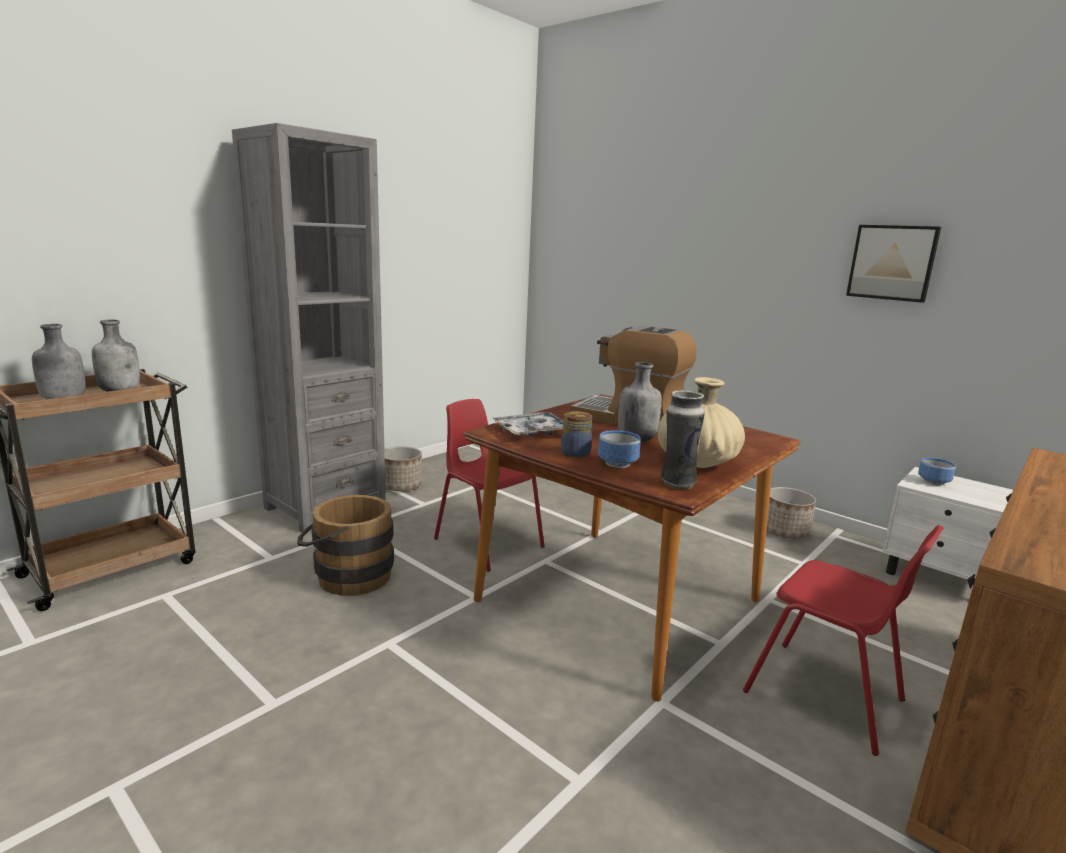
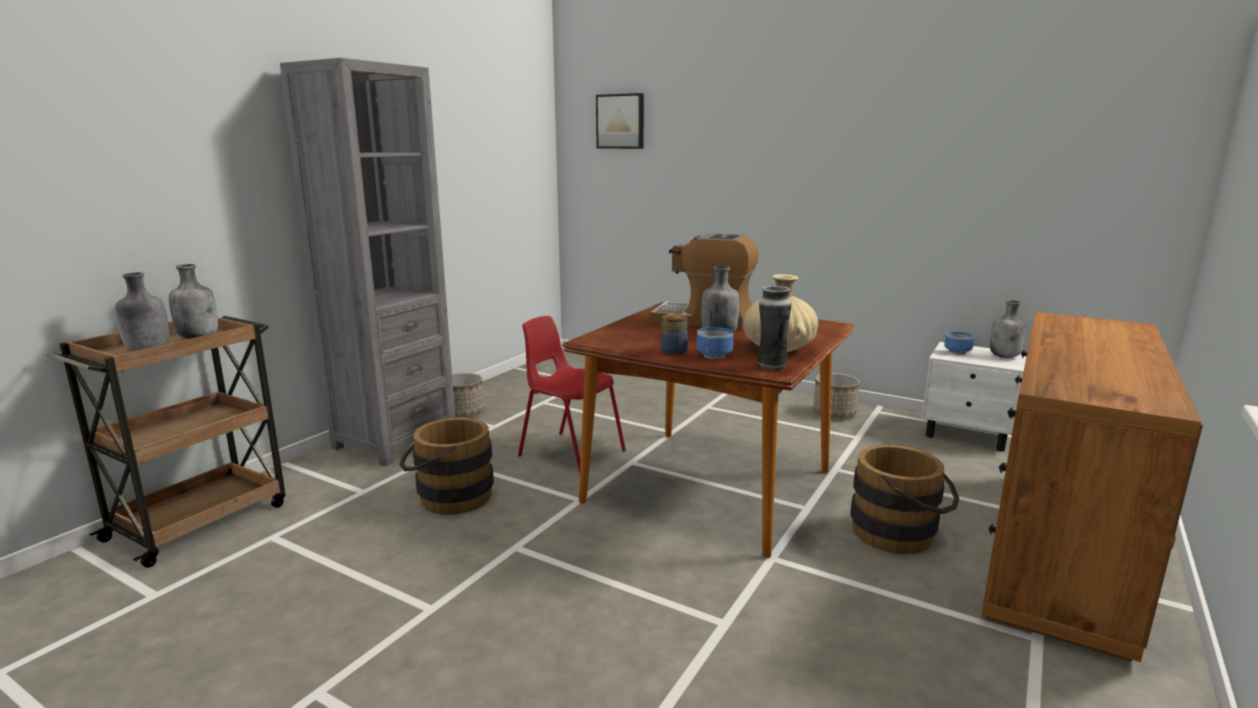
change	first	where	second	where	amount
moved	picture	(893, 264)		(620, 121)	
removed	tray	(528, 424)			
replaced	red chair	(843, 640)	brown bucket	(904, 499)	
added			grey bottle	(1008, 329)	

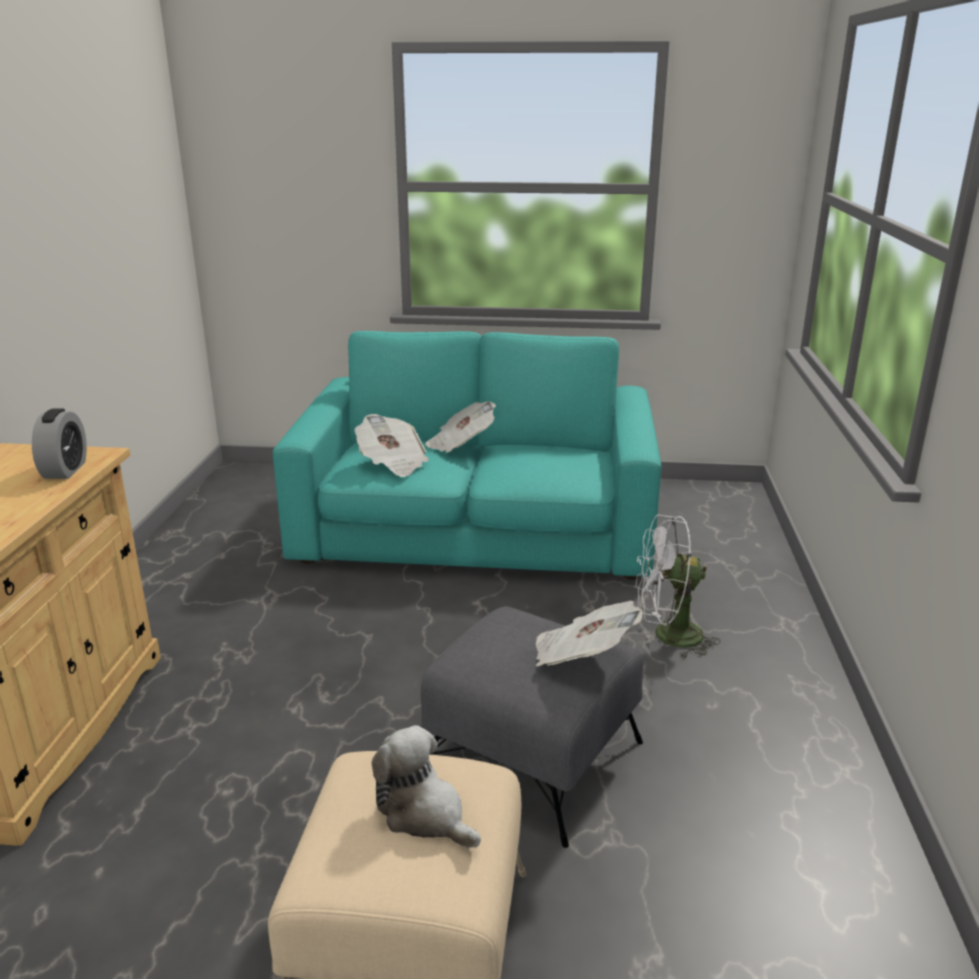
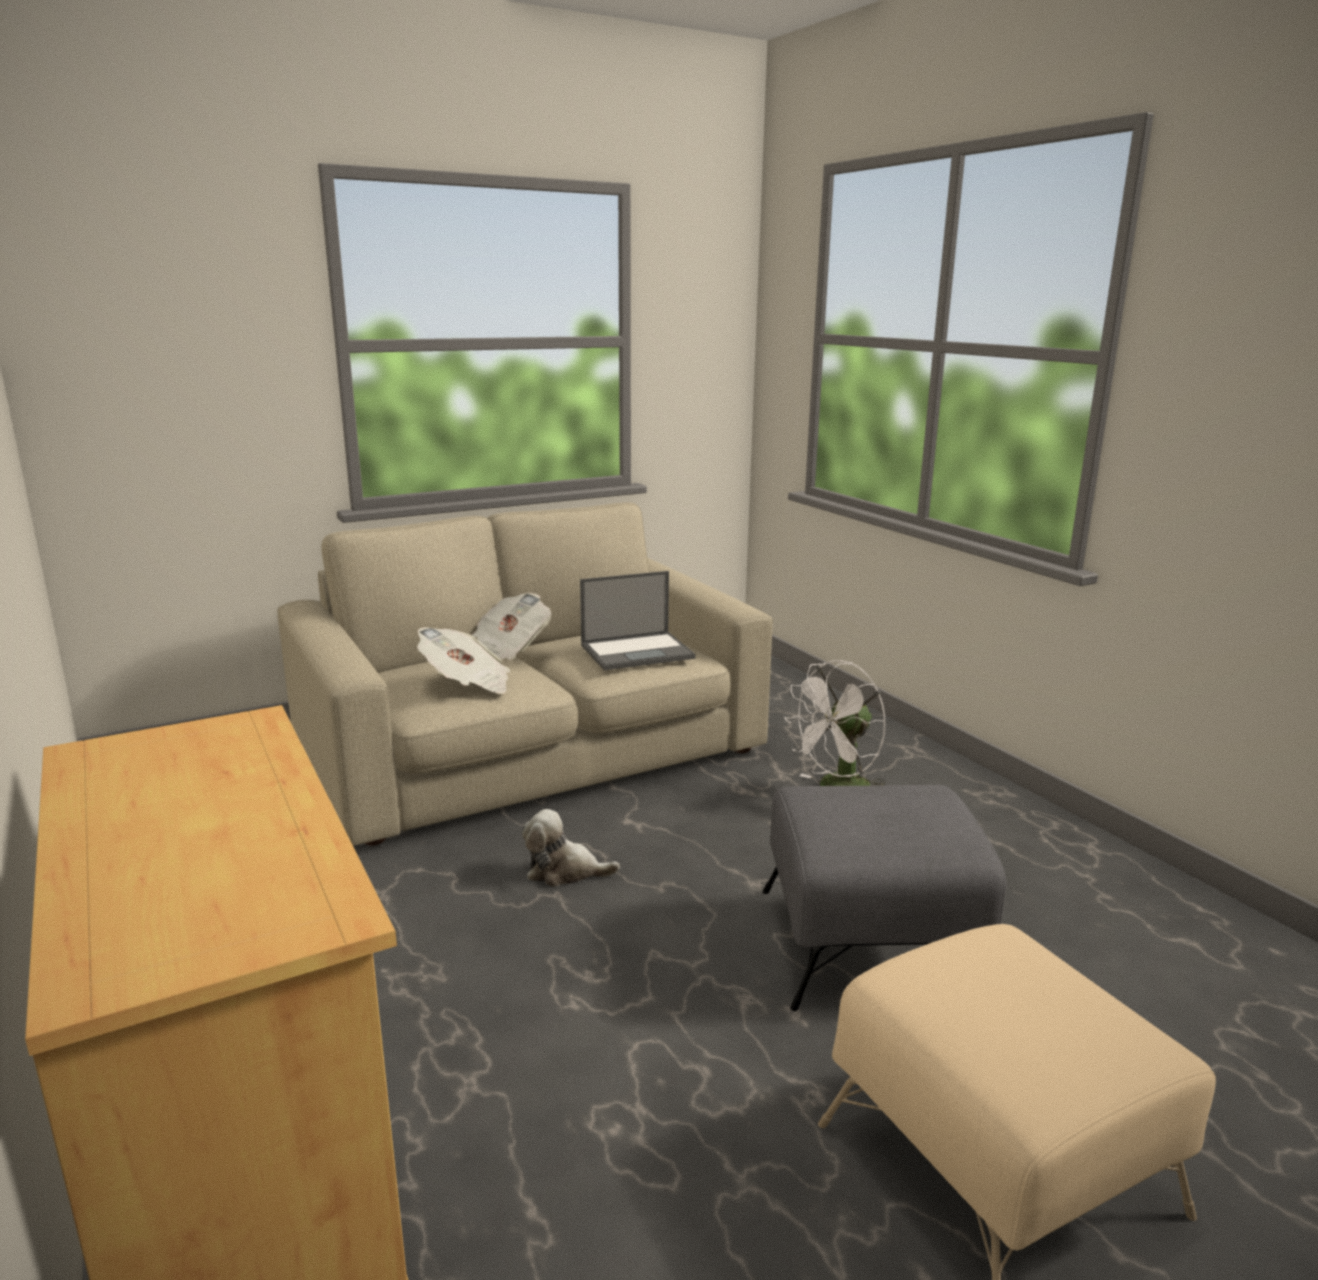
change	first	where	second	where	amount
recoloured	turquoise sofa	(467, 455)	beige sofa	(525, 674)	
removed	alarm clock	(59, 443)			
removed	newspaper	(589, 634)			
moved	plush toy	(426, 786)		(571, 848)	
added			laptop	(638, 620)	

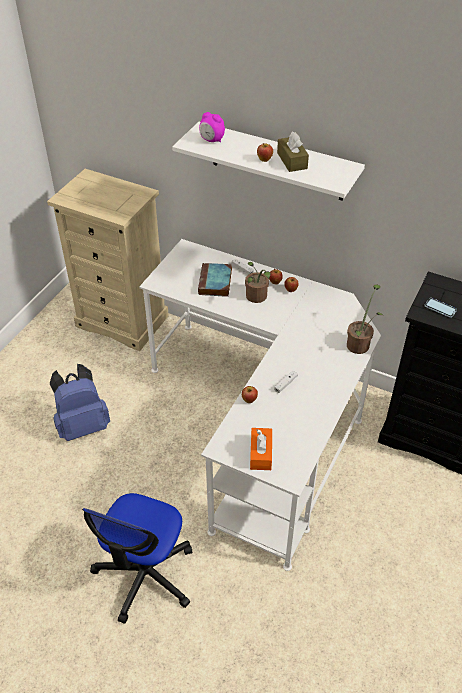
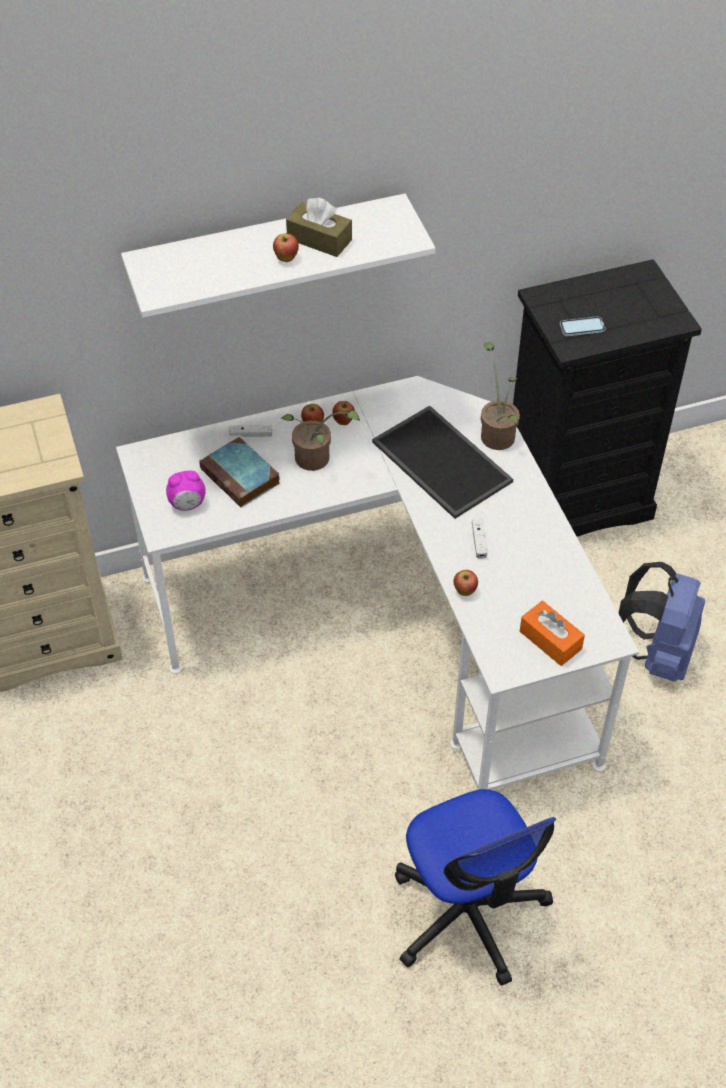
change	first	where	second	where	amount
moved	alarm clock	(212, 127)		(186, 490)	
moved	blue backpack	(80, 402)		(661, 622)	
added			tray	(442, 462)	

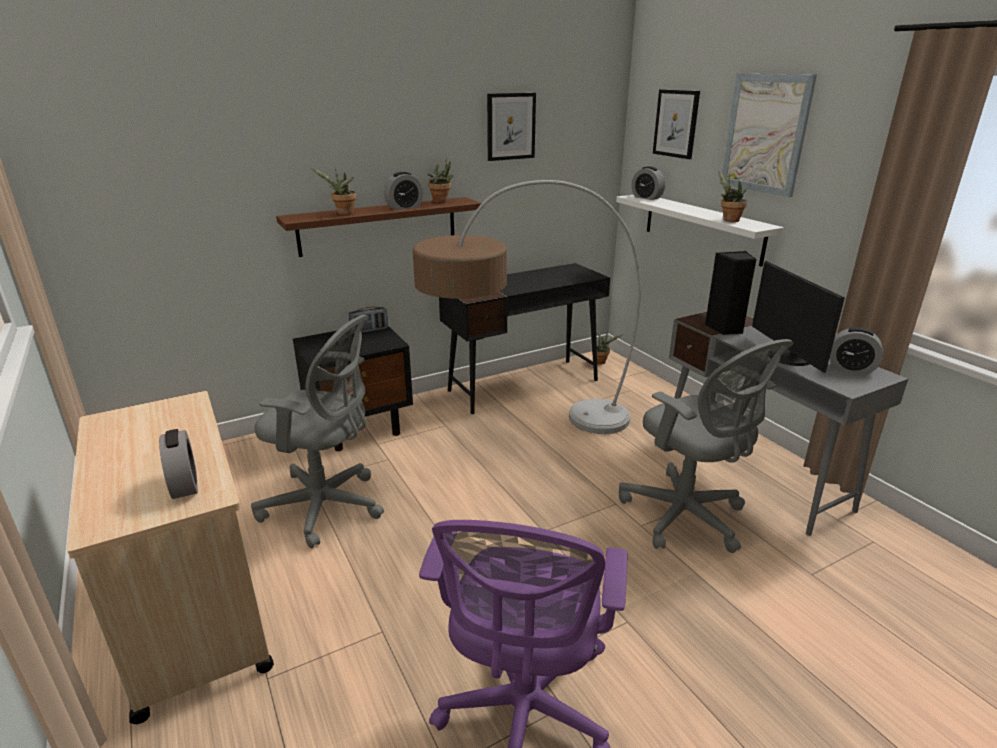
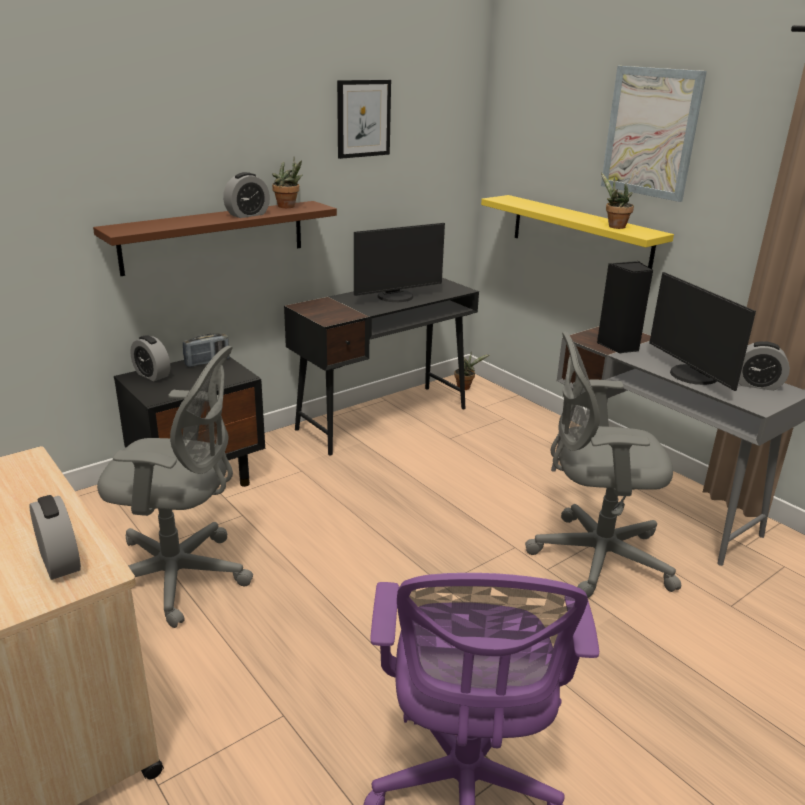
change	first	where	second	where	amount
removed	picture	(676, 124)			
moved	alarm clock	(648, 183)		(150, 358)	
removed	potted plant	(334, 191)			
removed	floor lamp	(527, 307)			
recoloured	white shelf	(700, 231)	yellow shelf	(577, 232)	
turned	grey office chair	(706, 446)		(603, 465)	135 degrees clockwise
added			monitor	(399, 262)	

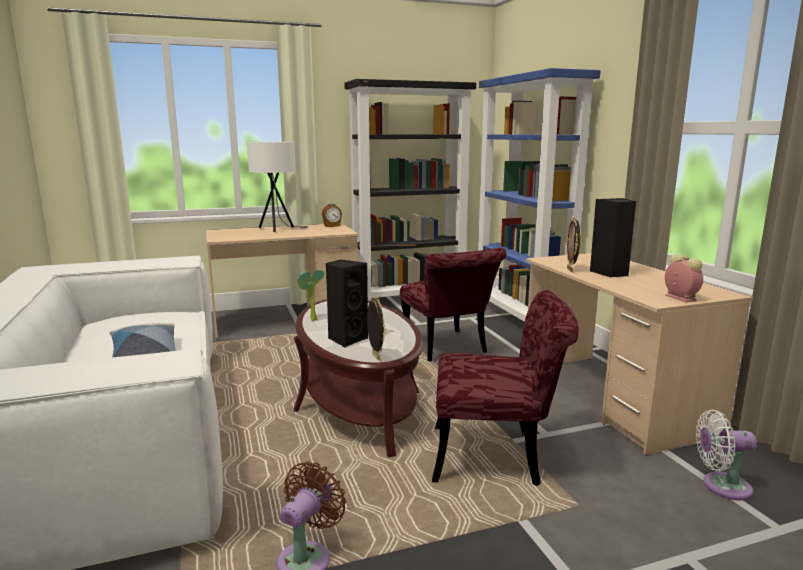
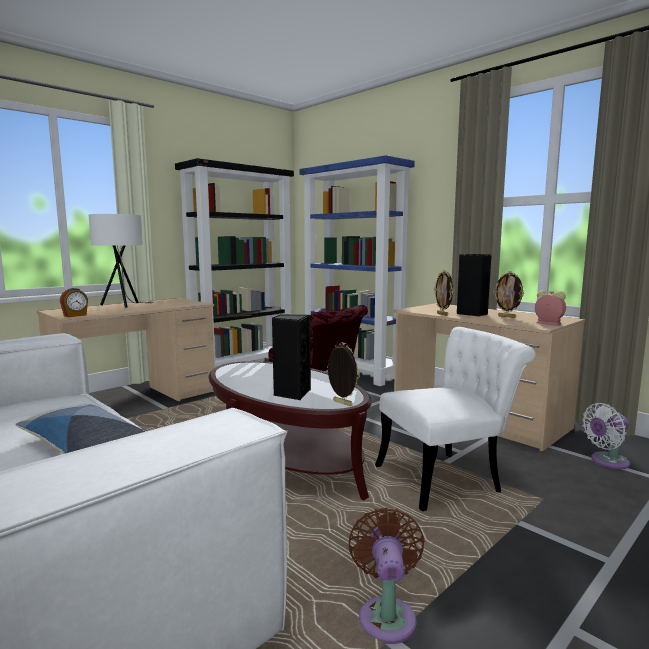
change	first	where	second	where	amount
moved	alarm clock	(332, 215)		(74, 302)	
removed	potted plant	(310, 295)			
recoloured	red chair	(505, 388)	white chair	(455, 419)	
added			picture frame	(508, 294)	

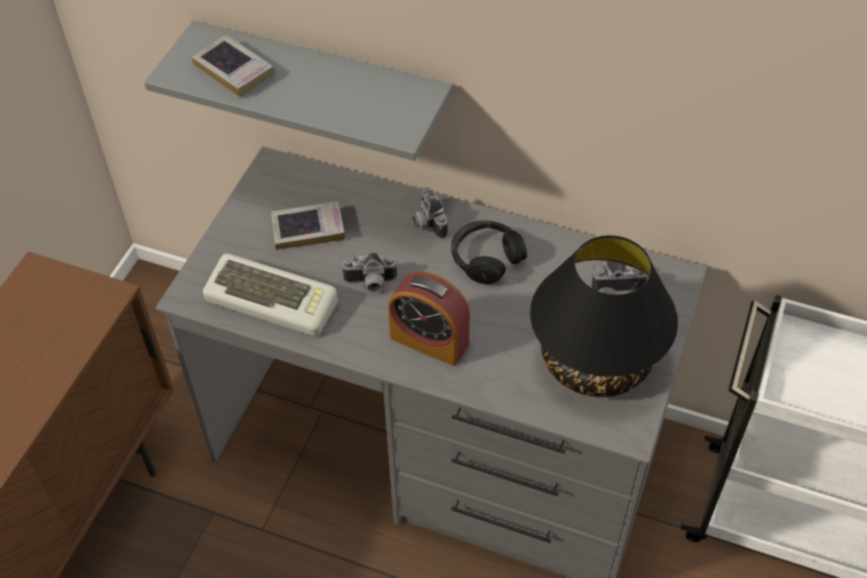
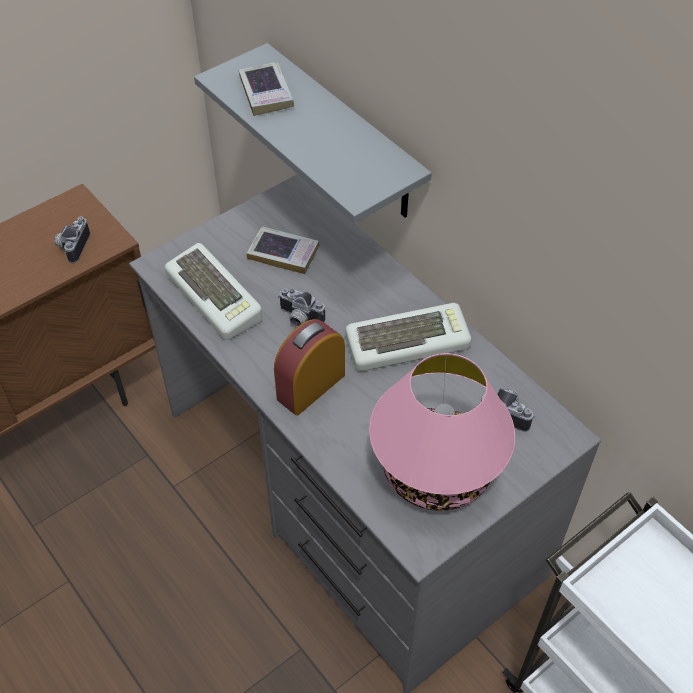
change	first	where	second	where	amount
moved	photo camera	(430, 213)		(72, 239)	
replaced	black headphones	(489, 252)	keyboard	(409, 337)	
recoloured	black table lamp	(604, 316)	pink table lamp	(442, 432)	
turned	alarm clock	(429, 318)		(309, 367)	75 degrees clockwise

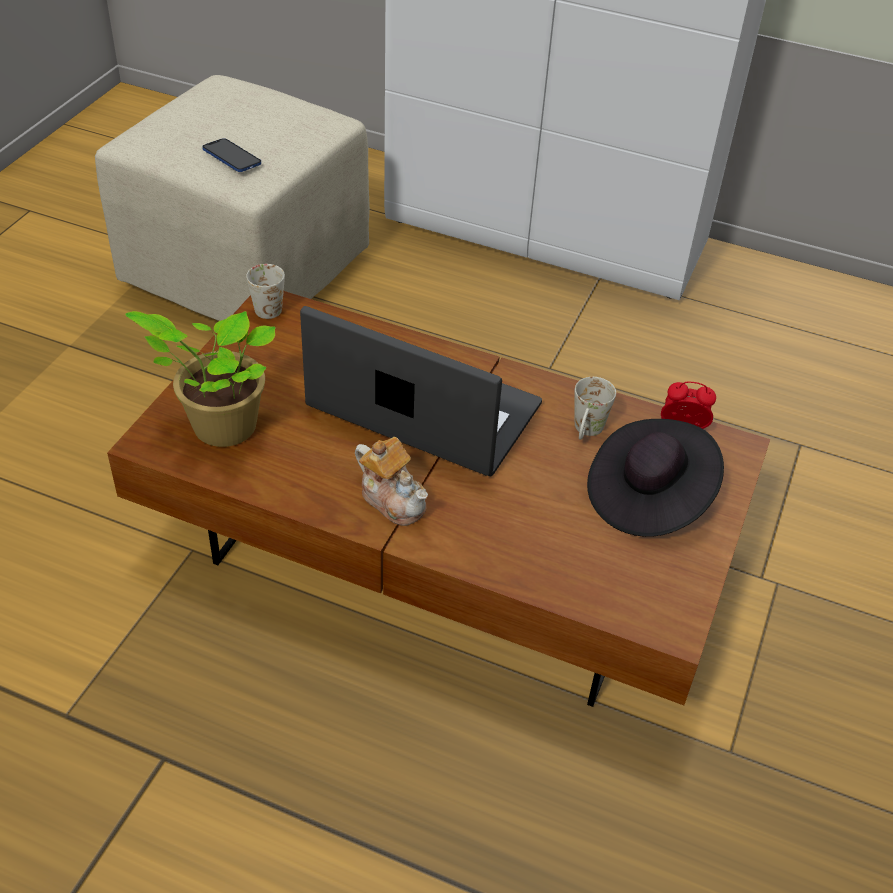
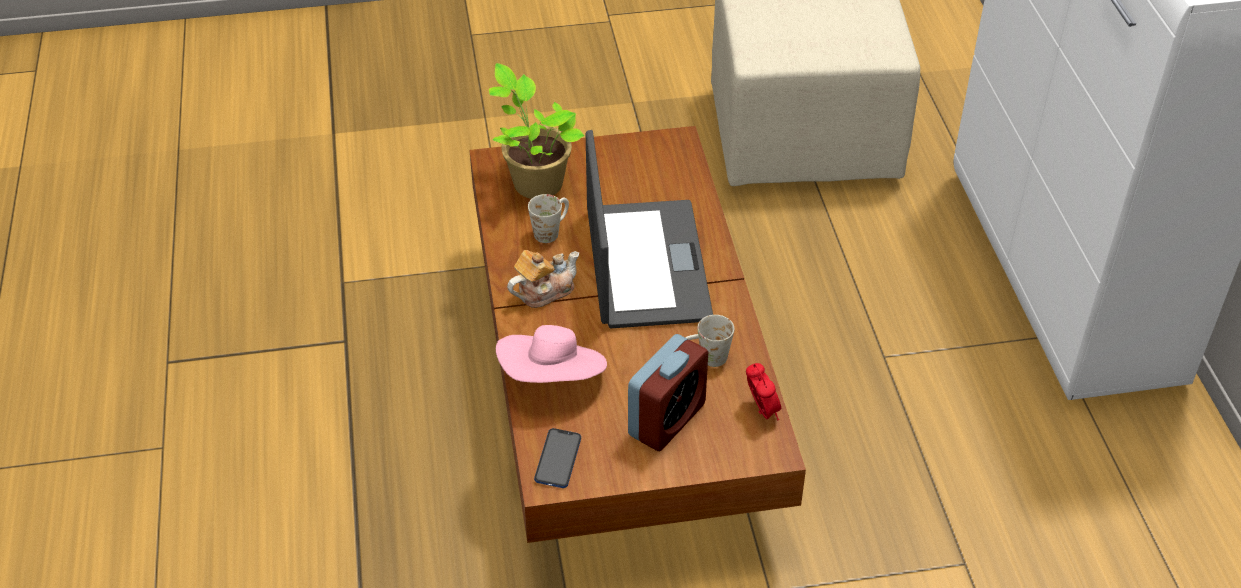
change	first	where	second	where	amount
moved	phone	(231, 155)		(557, 458)	
moved	white mug	(265, 291)		(548, 218)	
replaced	black hat	(655, 478)	alarm clock	(668, 392)	
turned	teapot	(391, 481)		(543, 279)	135 degrees counterclockwise
added			pink hat	(551, 354)	

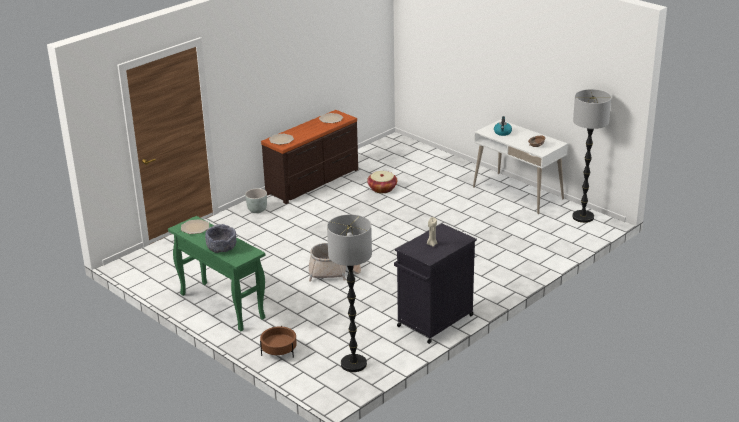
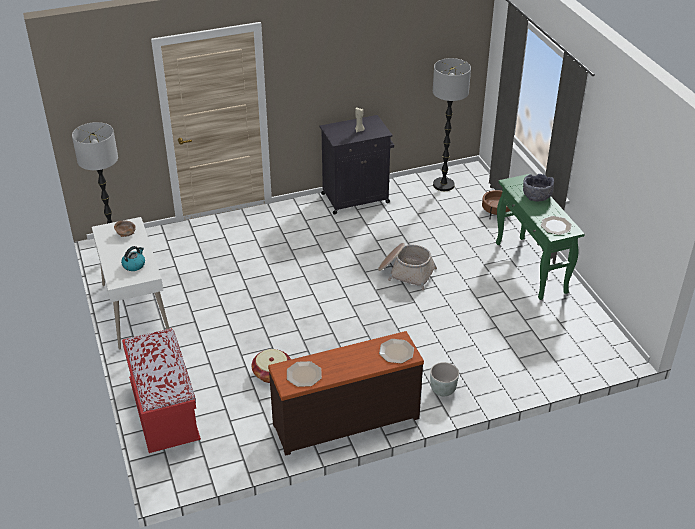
change	first	where	second	where	amount
added			red bench	(161, 390)	

